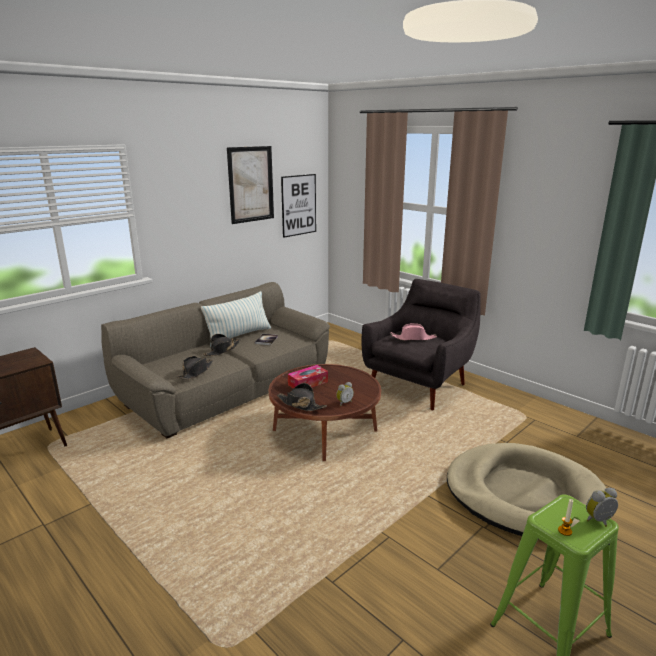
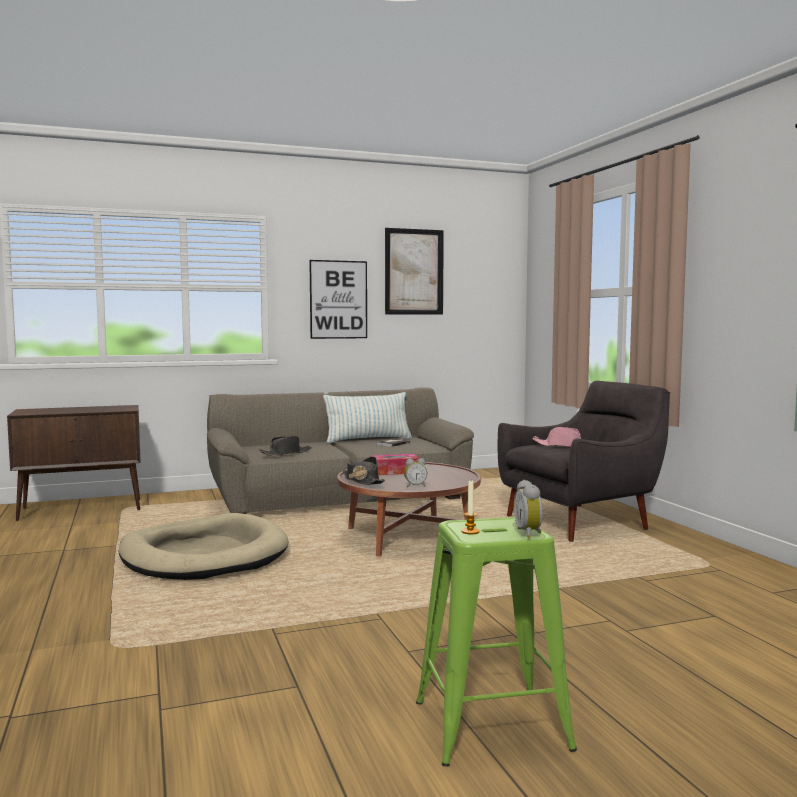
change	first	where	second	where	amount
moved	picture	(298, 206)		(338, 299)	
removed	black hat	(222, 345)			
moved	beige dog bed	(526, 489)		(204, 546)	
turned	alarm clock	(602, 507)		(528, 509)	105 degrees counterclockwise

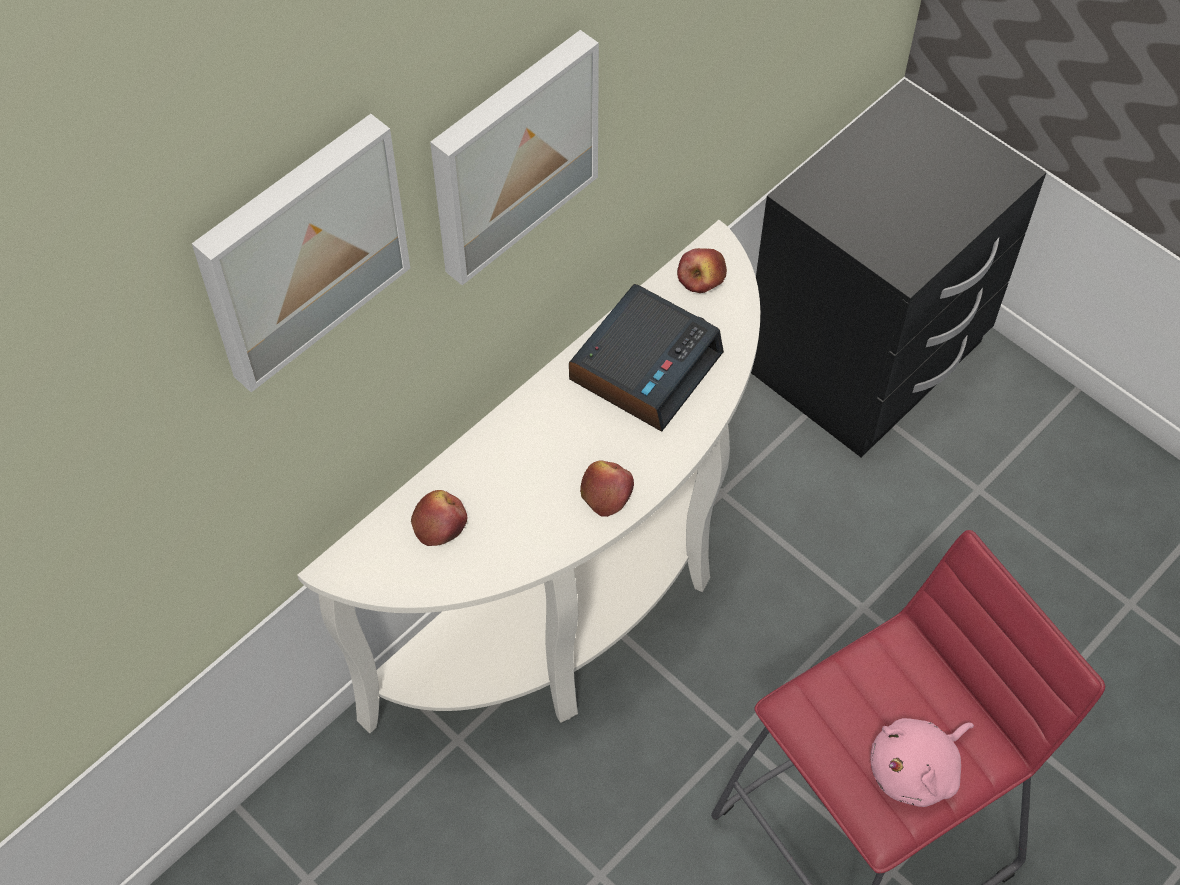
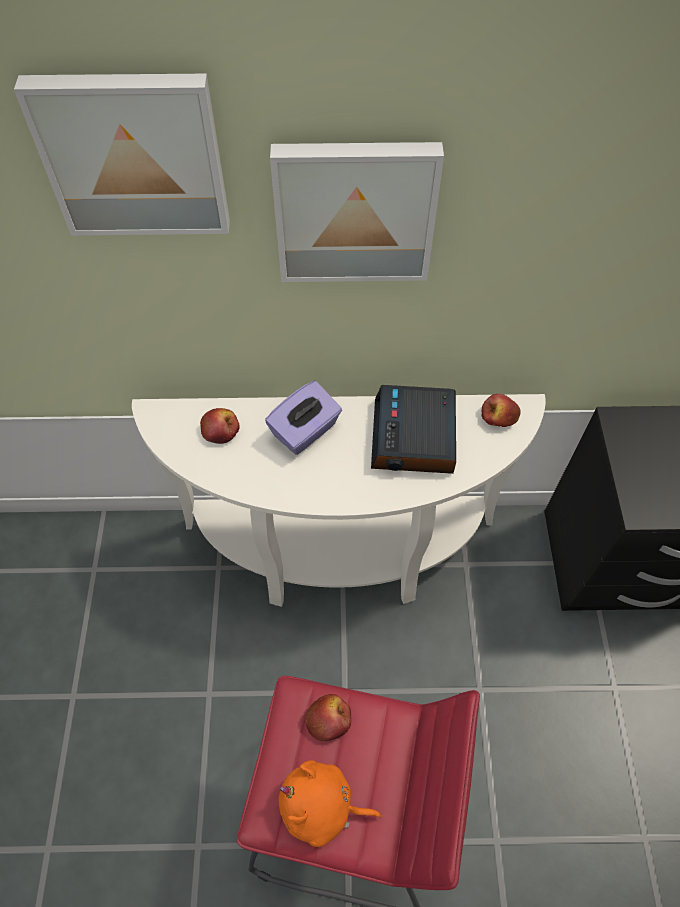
change	first	where	second	where	amount
turned	alarm clock	(646, 358)		(413, 429)	105 degrees clockwise
moved	apple	(607, 489)		(328, 717)	
recoloured	pink plush toy	(922, 762)	orange plush toy	(330, 803)	
added			purple tissue box	(303, 418)	

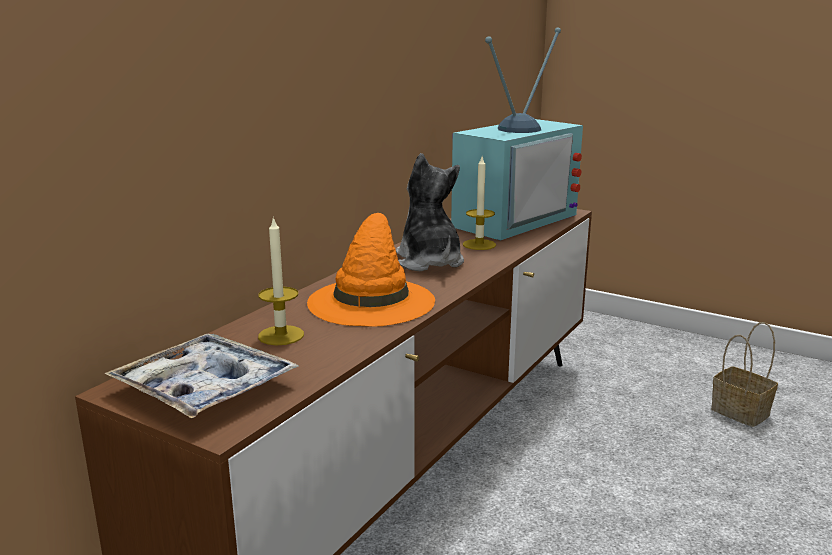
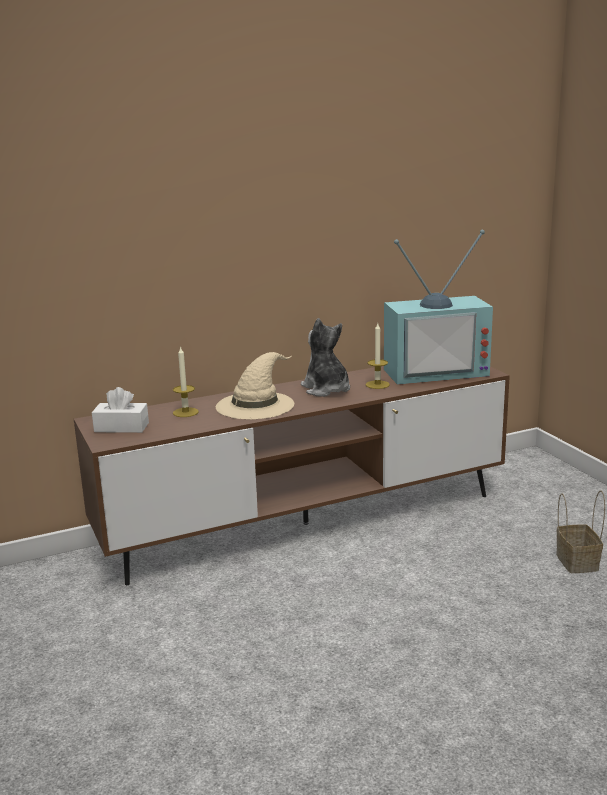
change	first	where	second	where	amount
turned	plush toy	(430, 212)		(325, 357)	45 degrees counterclockwise
recoloured	orange hat	(371, 270)	beige hat	(255, 385)	
replaced	tray	(201, 376)	white tissue box	(120, 410)	

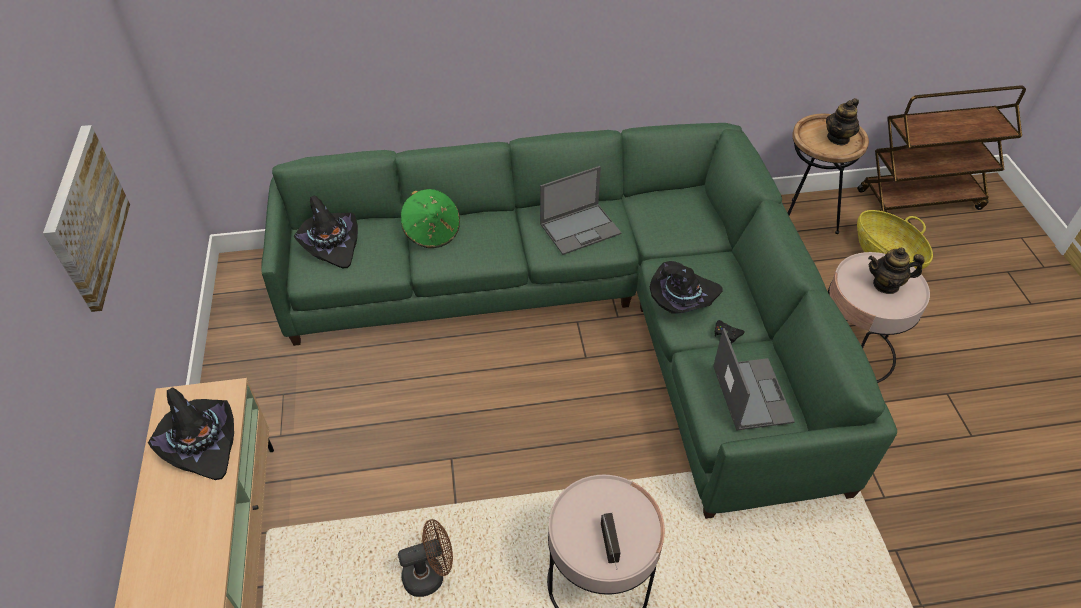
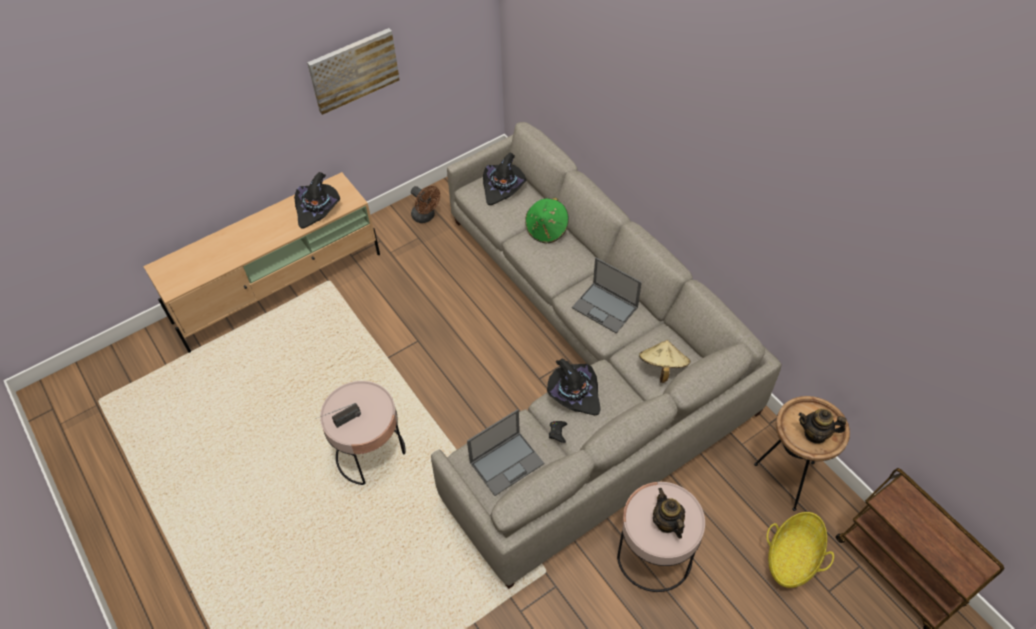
change	first	where	second	where	amount
recoloured	green sofa	(579, 321)	grey sofa	(606, 355)	
moved	brown fan	(425, 558)		(425, 204)	
added			beige hat	(664, 361)	

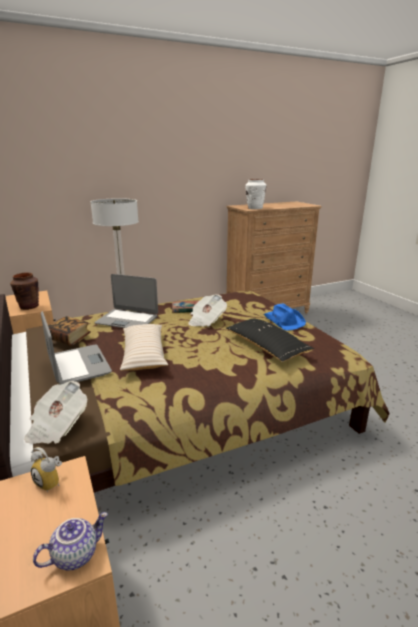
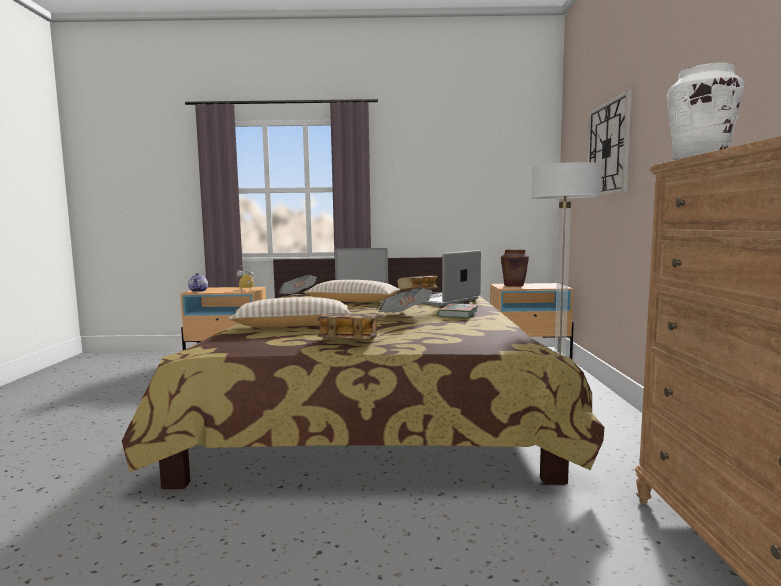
change	first	where	second	where	amount
replaced	blue hat	(285, 317)	book	(348, 326)	
recoloured	black pillow	(270, 340)	beige pillow	(290, 312)	
added			wall clock	(609, 142)	

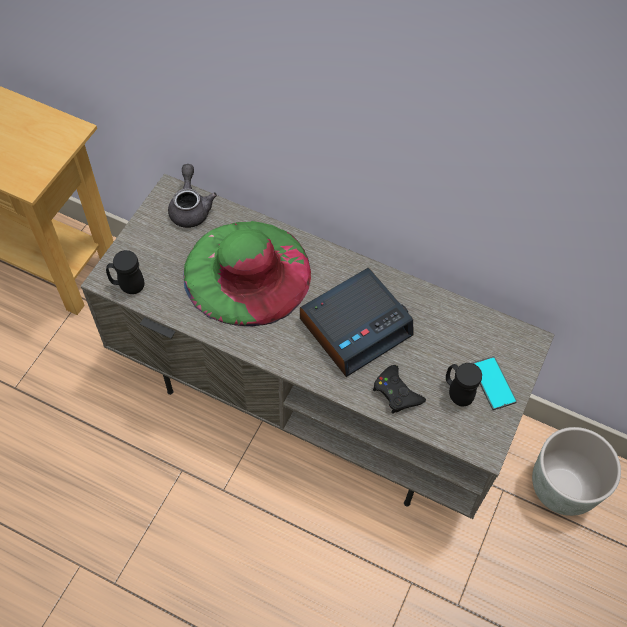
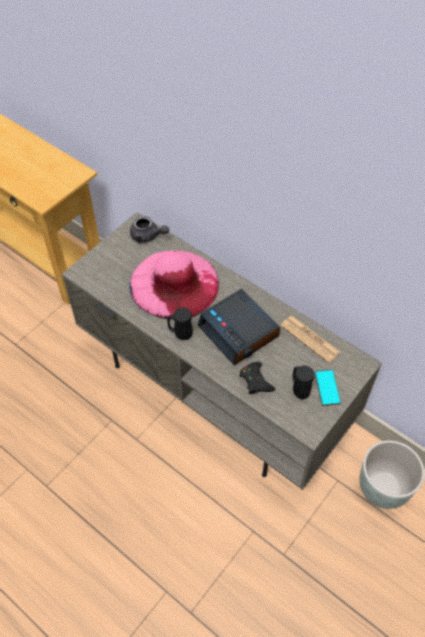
change	first	where	second	where	amount
turned	grey teapot	(192, 196)		(149, 229)	105 degrees clockwise
recoloured	green hat	(247, 273)	pink hat	(174, 285)	
moved	black mug	(125, 272)		(180, 323)	
turned	alarm clock	(357, 322)		(239, 327)	75 degrees clockwise
added			newspaper	(310, 339)	

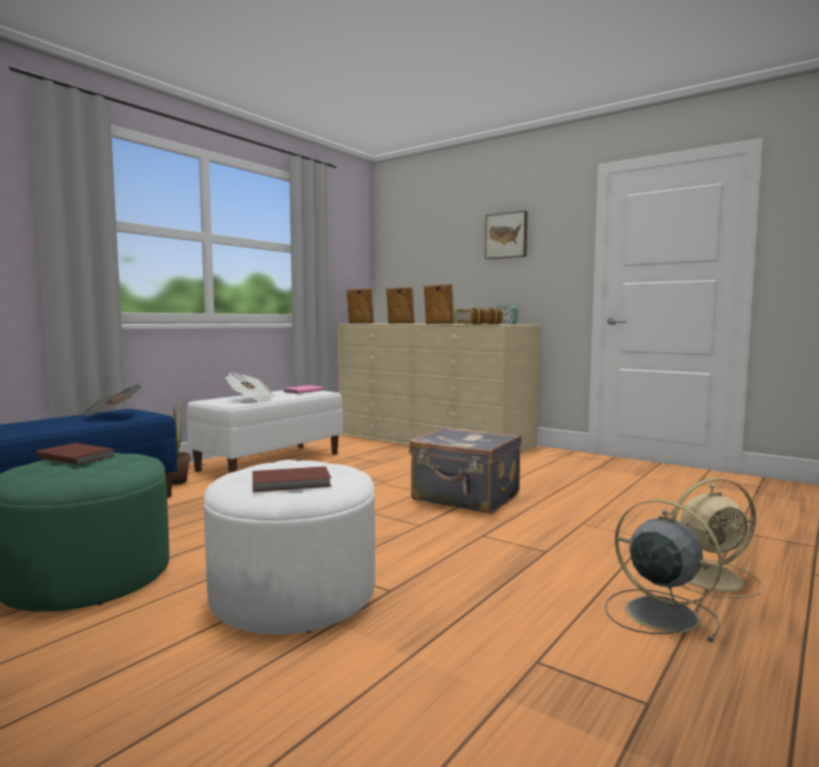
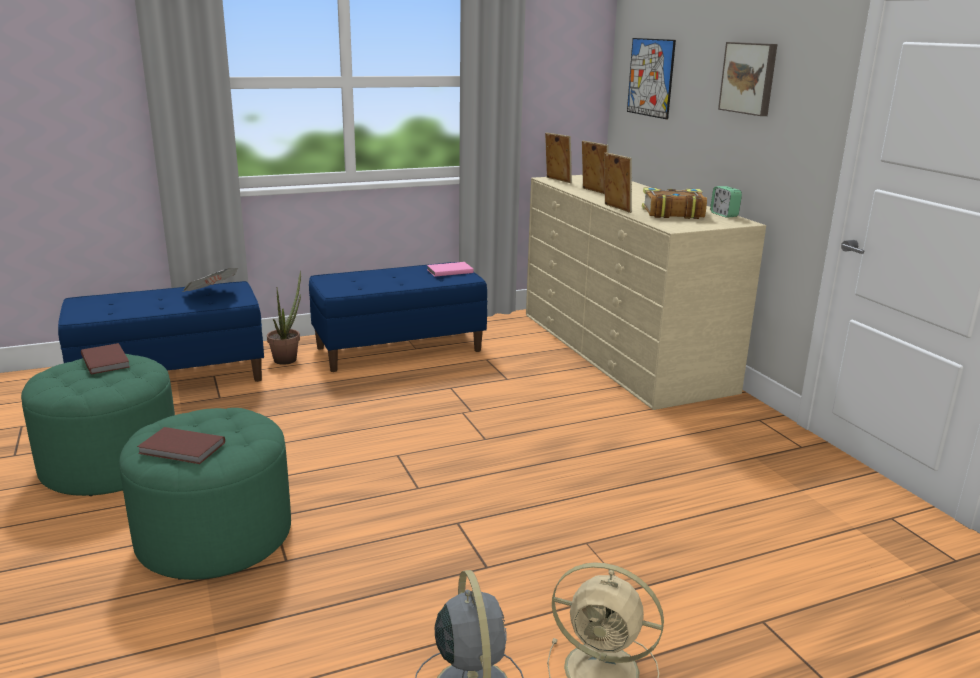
change	first	where	second	where	amount
removed	newspaper	(250, 387)			
recoloured	white bench	(265, 431)	blue bench	(398, 317)	
removed	grey suitcase	(465, 470)			
recoloured	white ottoman	(289, 547)	green ottoman	(205, 494)	
added			picture	(651, 78)	

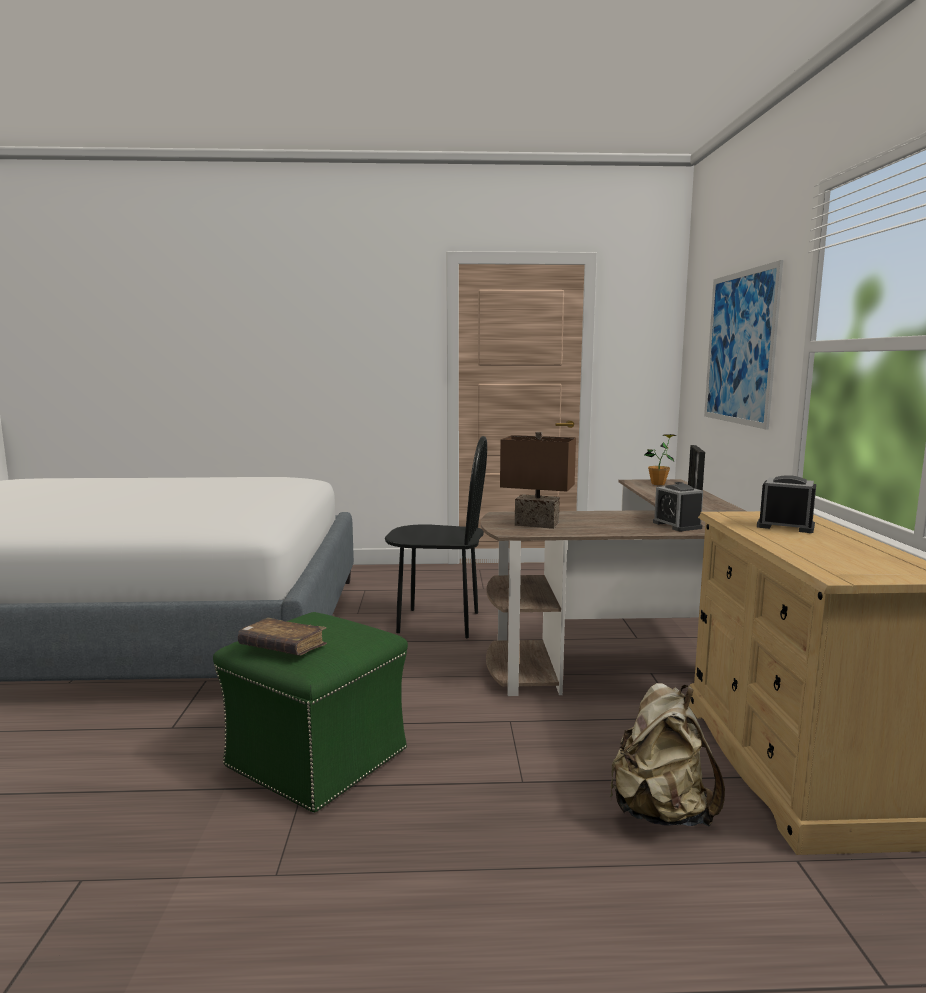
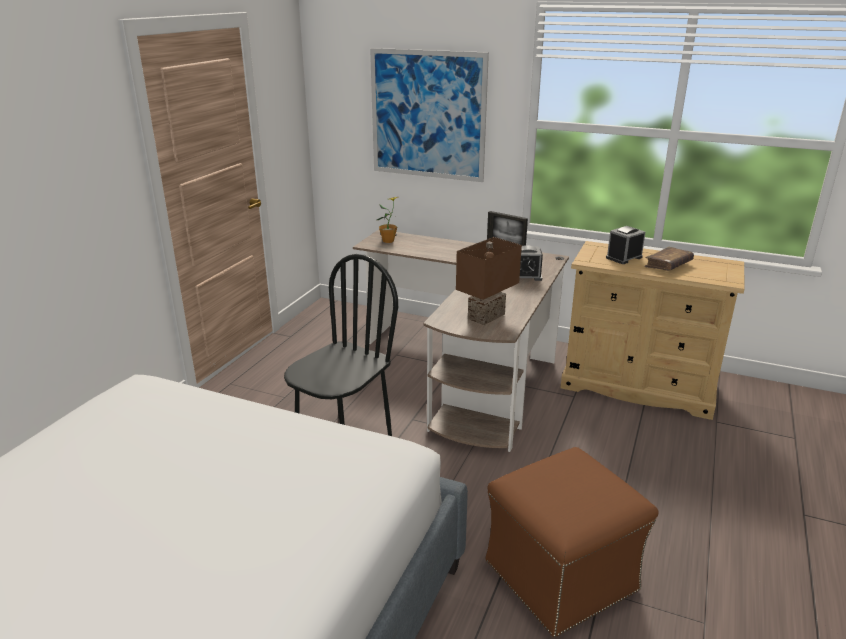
change	first	where	second	where	amount
recoloured	green ottoman	(310, 712)	brown ottoman	(572, 542)	
moved	brown book	(282, 636)		(669, 259)	
removed	beige backpack	(667, 754)			

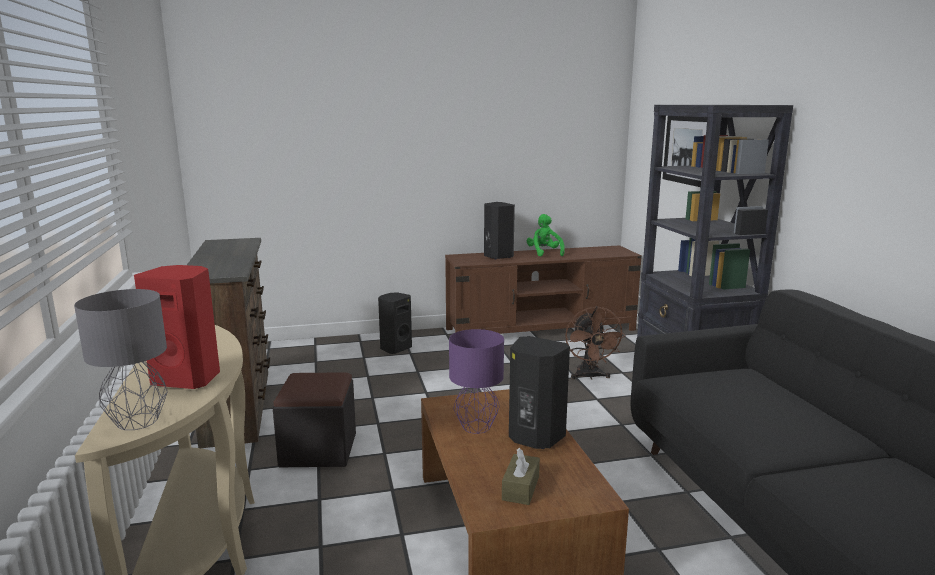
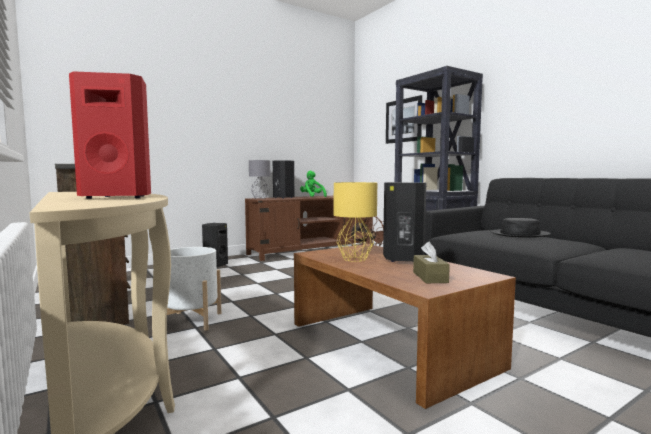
change	first	where	second	where	amount
moved	grey table lamp	(121, 359)		(259, 179)	
recoloured	purple table lamp	(476, 381)	yellow table lamp	(355, 222)	
replaced	black ottoman	(314, 419)	white planter	(194, 289)	
added			black hat	(521, 228)	

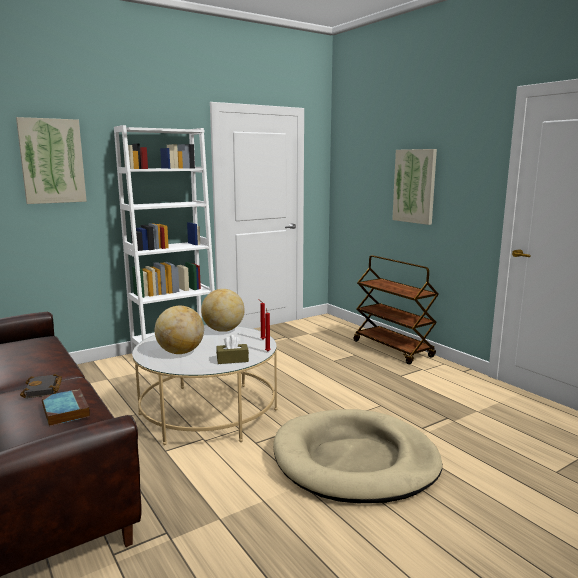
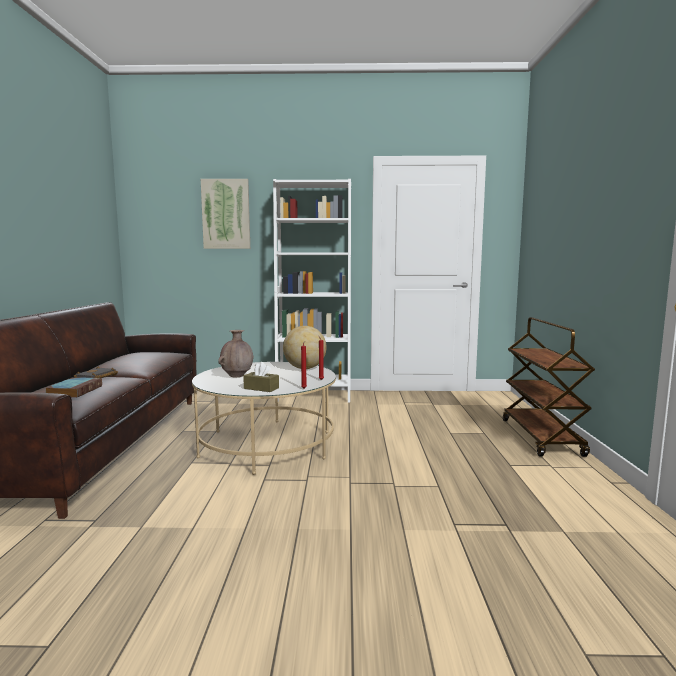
change	first	where	second	where	amount
removed	picture	(414, 187)			
replaced	globe	(179, 330)	brown vase	(236, 353)	
removed	beige dog bed	(357, 456)			

